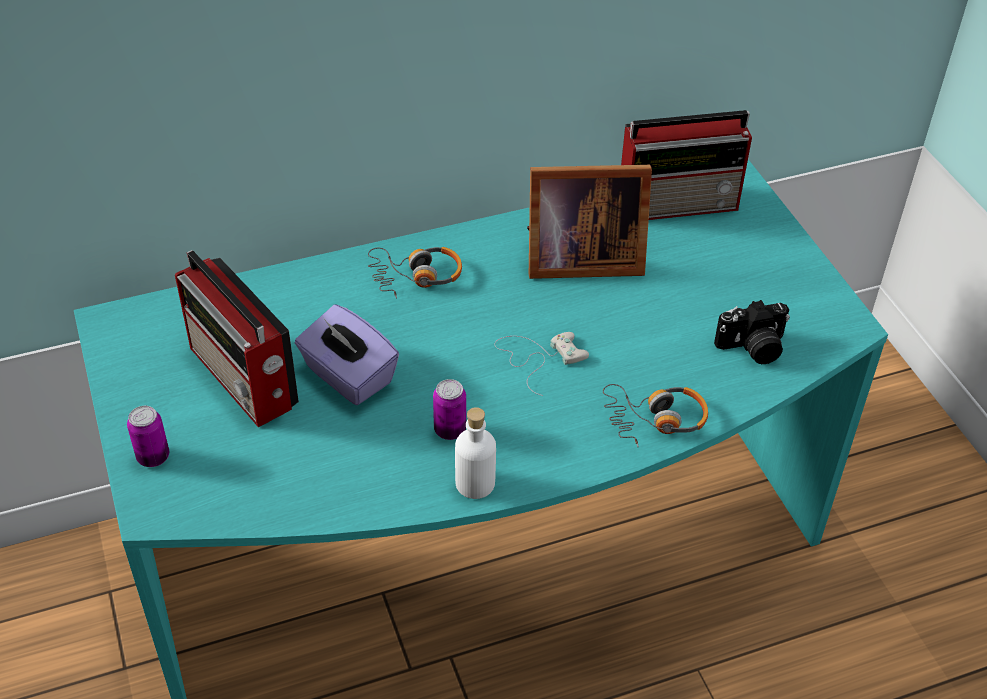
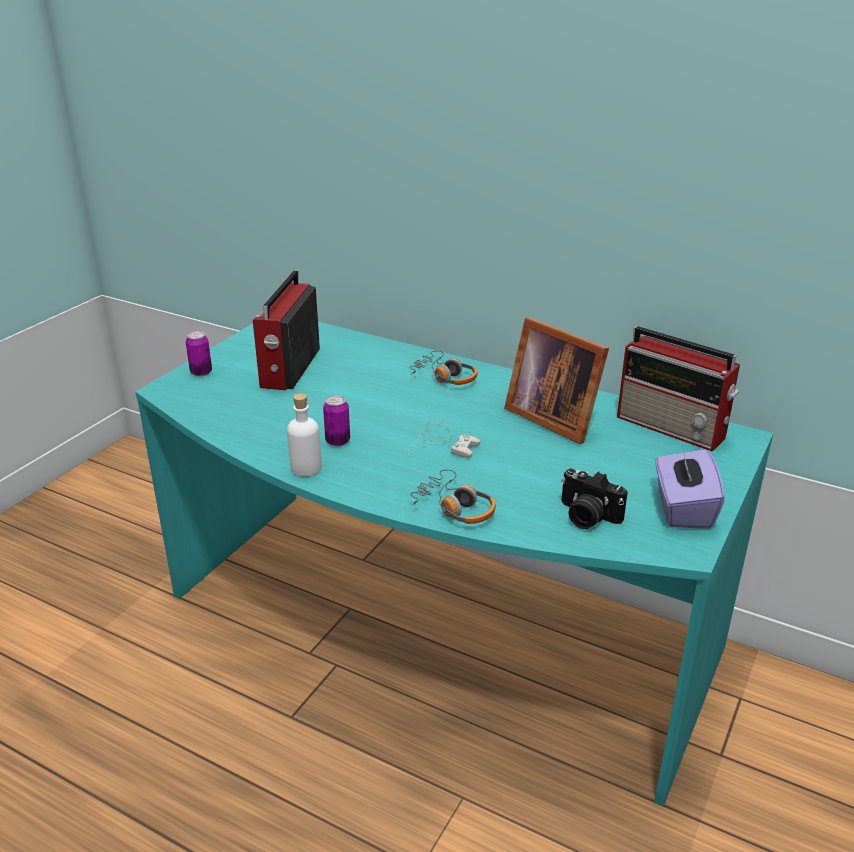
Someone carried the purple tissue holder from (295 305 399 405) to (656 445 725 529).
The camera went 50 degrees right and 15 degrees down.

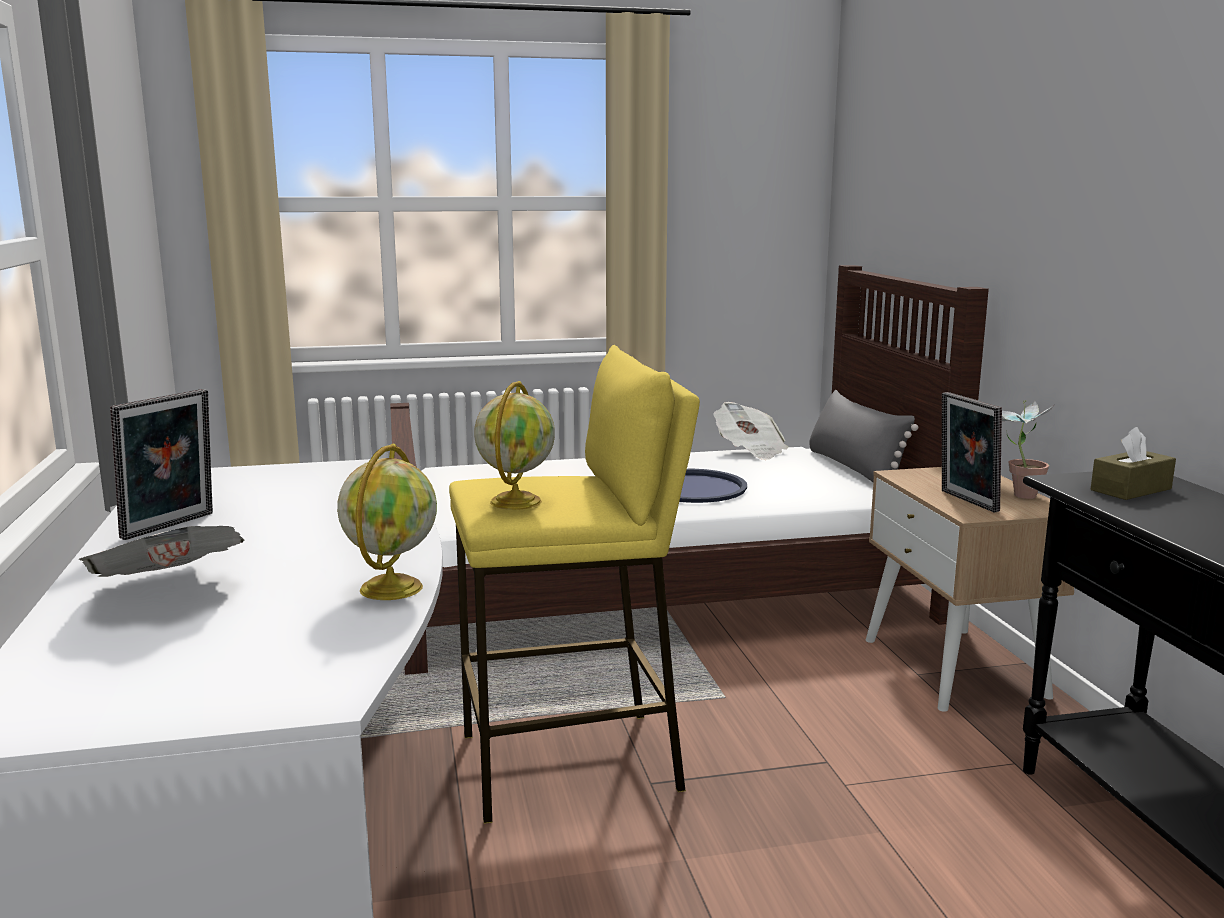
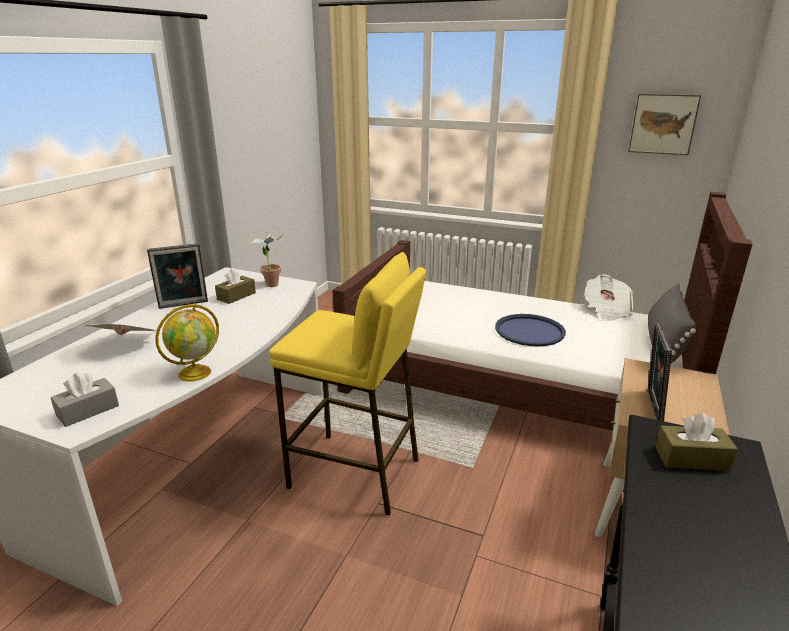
Someone took away the world globe at (474 381 555 510).
Someone carried the plant in a pot from (1002 400 1054 499) to (251 234 283 287).
Someone put down the greyish tissue holder at (50 372 119 427).
Someone put down the brownish tissue holder at (215 268 256 304).
Someone put up the wall art at (628 94 701 155).
The camera went 35 degrees right and 10 degrees up.

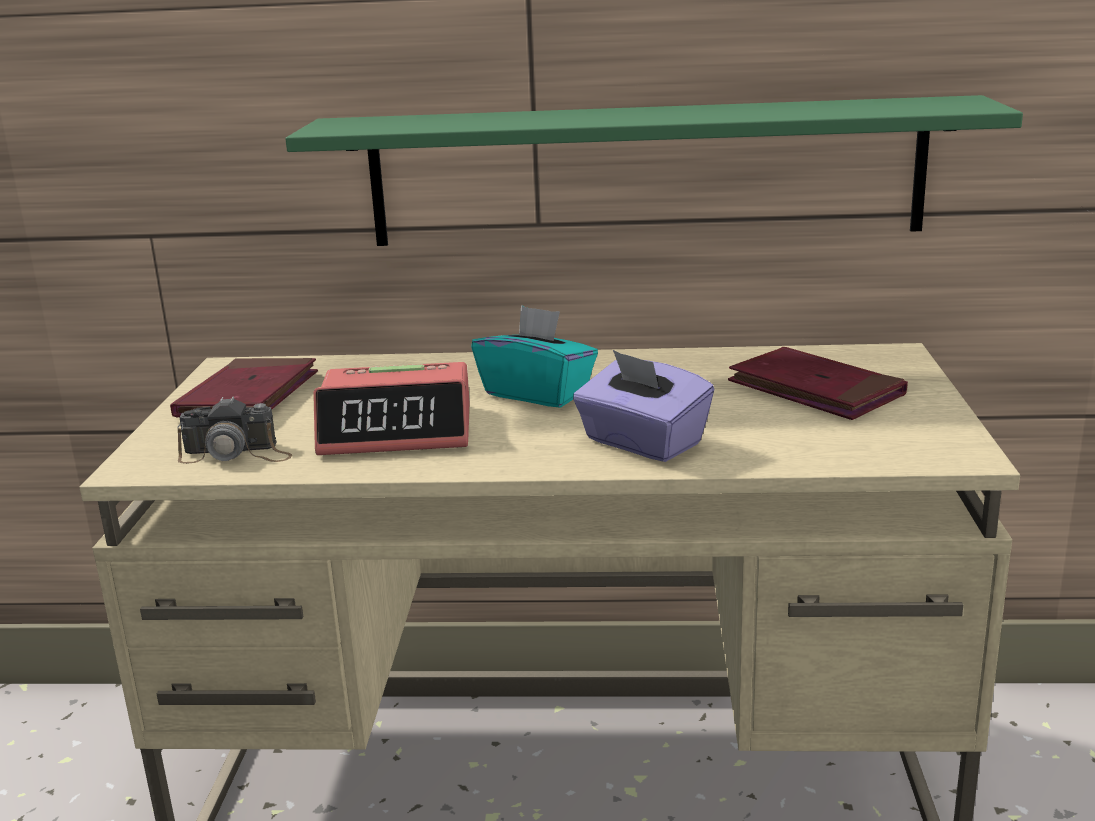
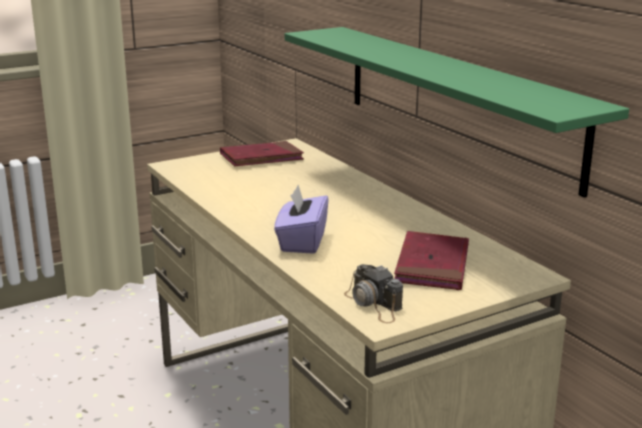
Someone carried the photo camera from (177 396 292 464) to (344 264 403 323).
Someone took away the table clock at (313 362 470 455).
Someone took away the blue-green tissue holder at (471 305 598 408).
The camera went 55 degrees right and 0 degrees up.

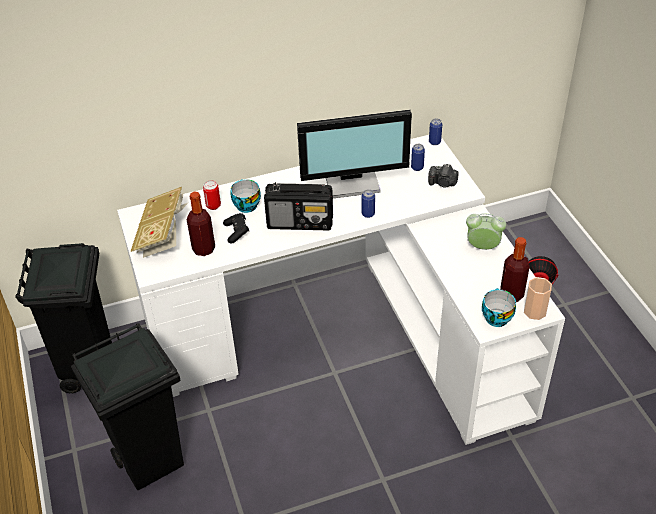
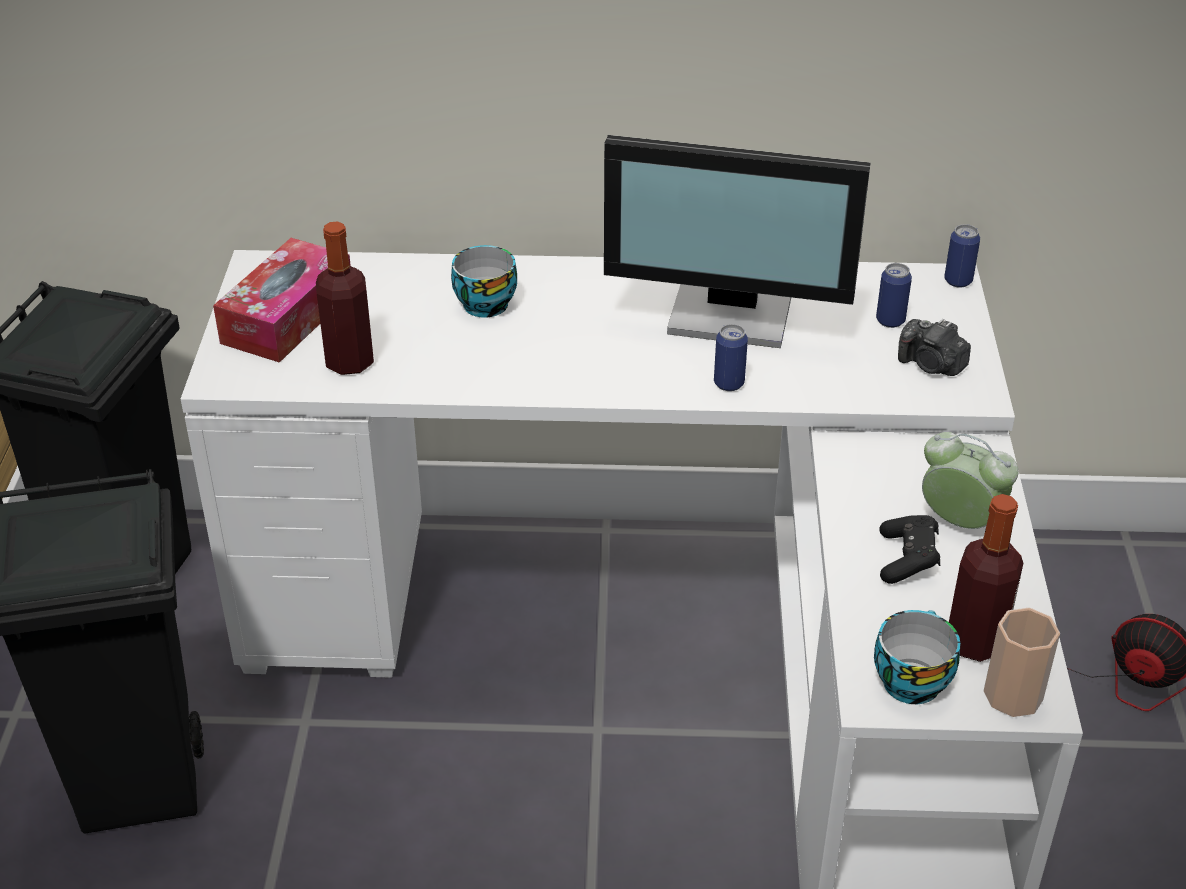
Someone swapped the volume at (130 187 189 258) for the tissue holder at (213 238 351 363).
Someone took away the sealed can at (203 181 221 210).
Someone carried the black joypad from (223 213 249 244) to (879 515 940 584).
Someone took away the radio set at (264 182 333 230).
The camera went 20 degrees right and 5 degrees down.

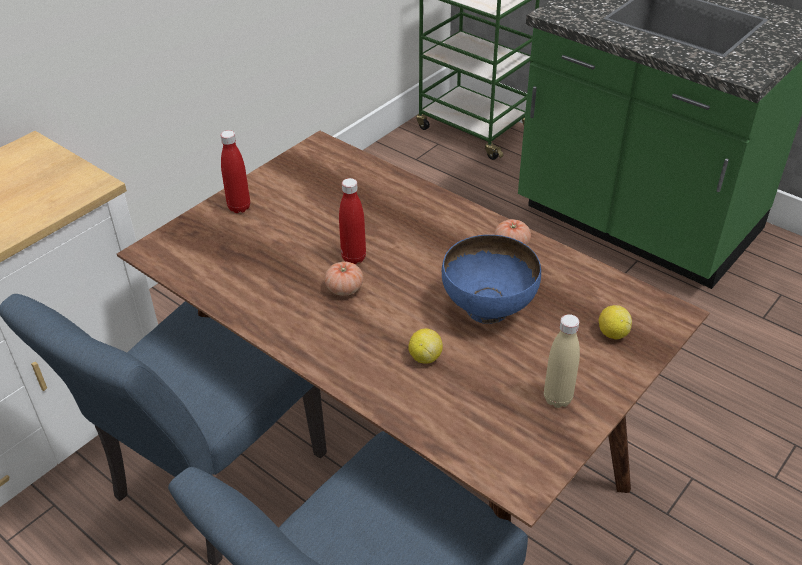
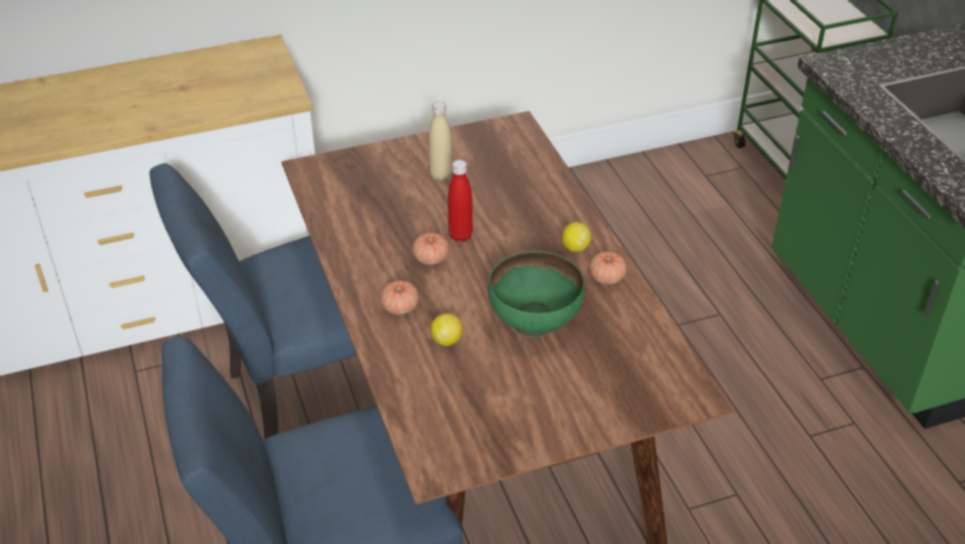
Someone took away the red-coloured drink bottle at (220 130 250 213).
Someone repainted the blue-coloured serving bowl at (442 235 541 324), which became the green serving bowl at (488 251 585 338).
Someone carried the beige-coloured drink bottle from (544 314 580 408) to (429 101 452 181).
Someone carried the citrus fruit from (599 305 632 339) to (562 222 591 252).
Someone put down the whole tomato at (381 281 419 315).
The camera went 30 degrees right and 0 degrees up.

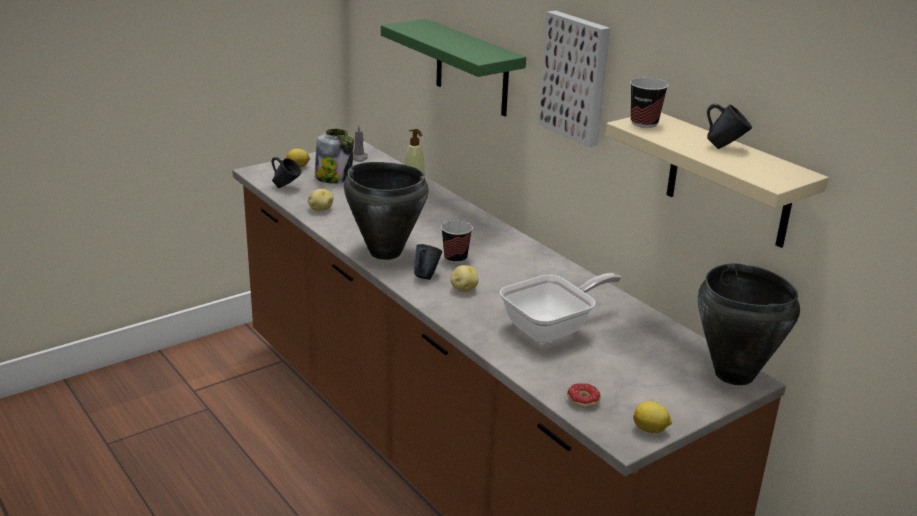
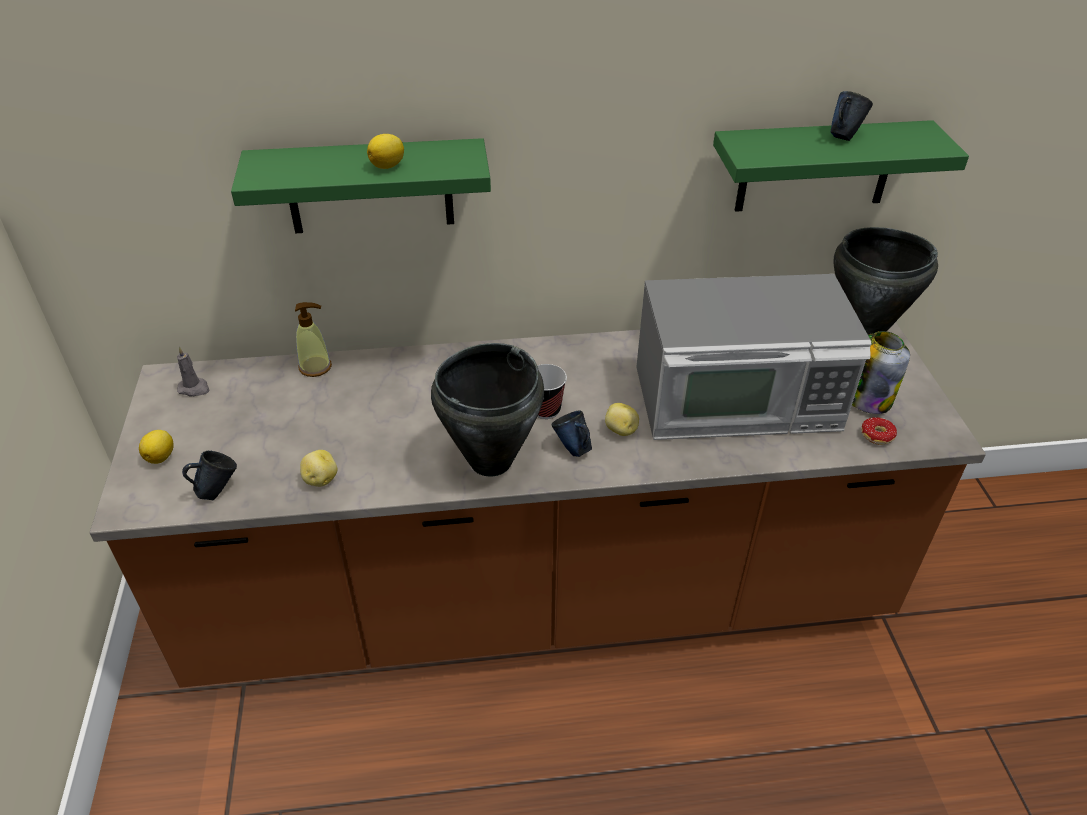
Someone carried the jar from (315 129 354 184) to (852 331 910 414).
Someone swapped the pan at (500 273 622 343) for the microwave oven at (637 274 872 440).
Someone took away the wall art at (538 10 610 147).
Someone repainted the beige-coloured shelf at (605 113 829 248), which became the green shelf at (713 120 969 212).
Someone took away the cup at (630 78 669 128).
Someone carried the citrus fruit from (633 401 672 433) to (367 134 404 169).
The camera went 60 degrees left and 15 degrees up.

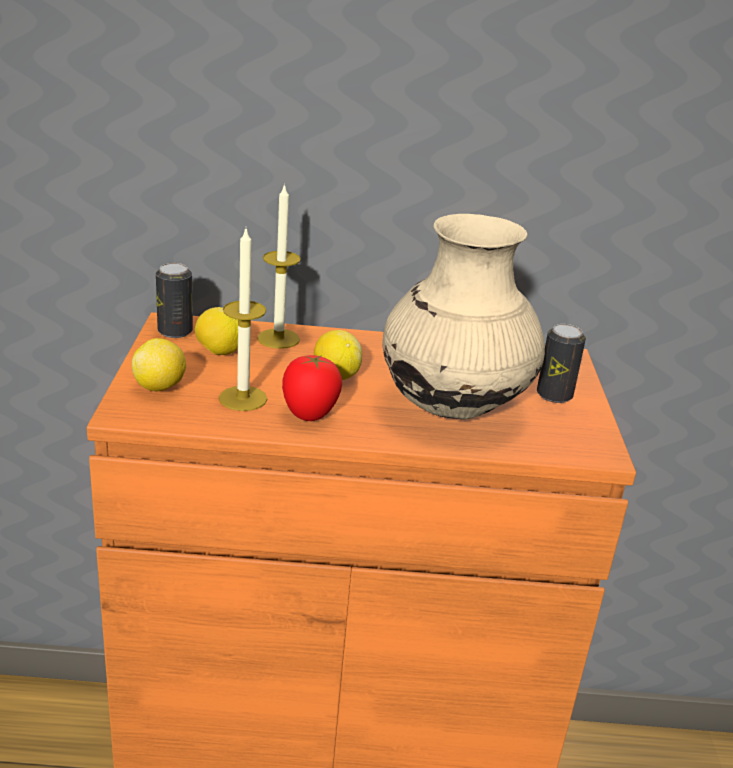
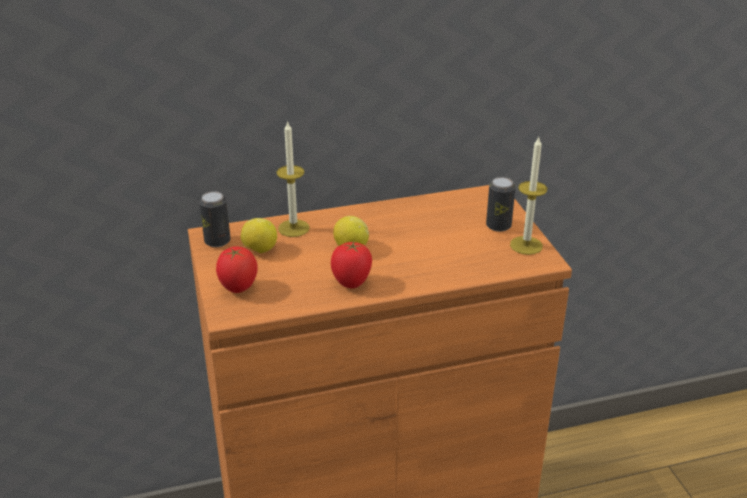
Someone swapped the citrus fruit at (131 338 186 391) for the whole tomato at (216 246 258 293).
Someone carried the wax light from (219 229 267 411) to (510 137 547 255).
Someone took away the beige-coloured decorative vase at (382 214 545 419).
The camera went 15 degrees left and 5 degrees up.

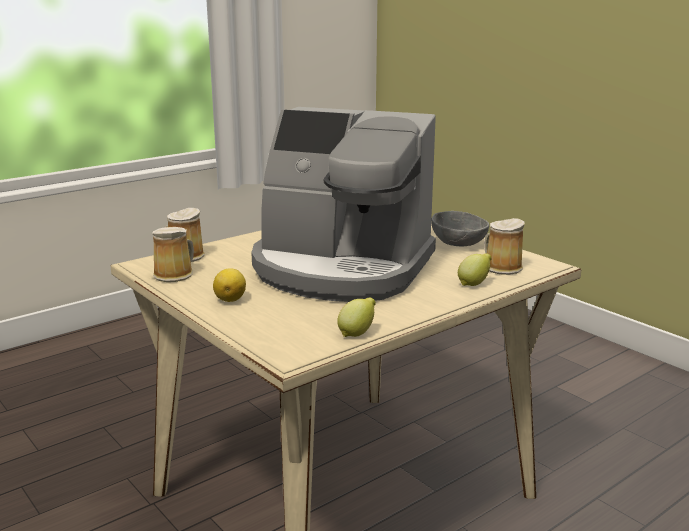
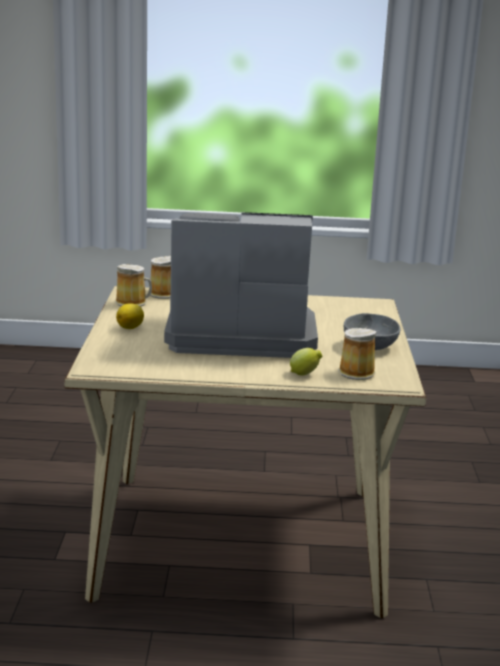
Someone rotated the coffee brewer at (251 107 436 302) by 120 degrees clockwise.
Someone took away the citrus fruit at (337 298 376 337).
The camera went 40 degrees right and 0 degrees up.

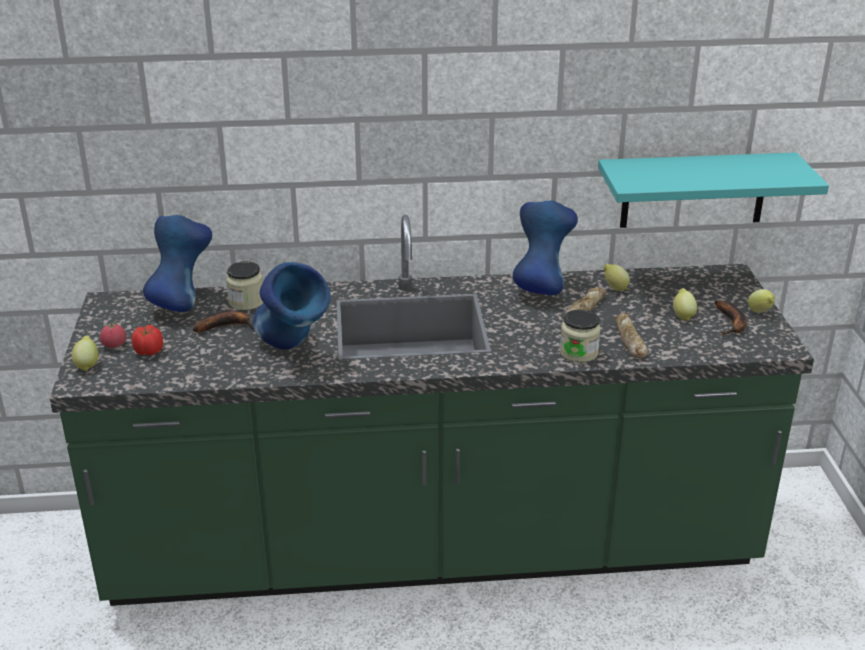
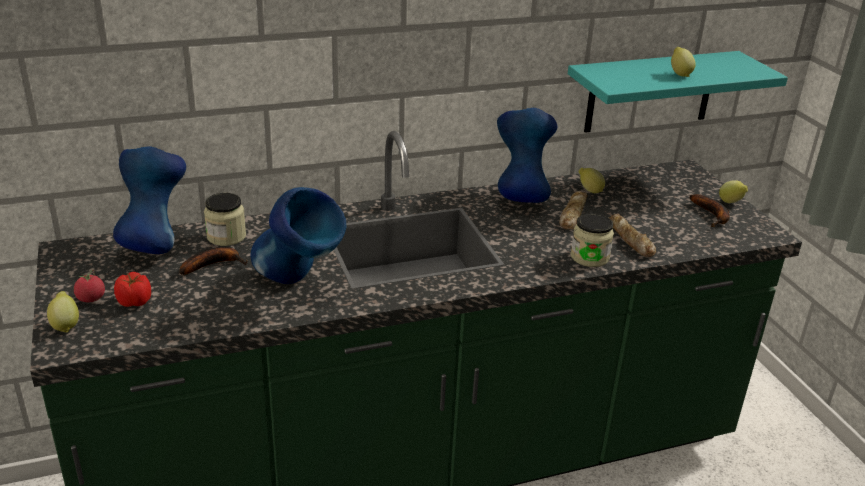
Someone carried the citrus fruit from (673 288 697 321) to (671 47 696 77).
The camera went 15 degrees left and 0 degrees up.

